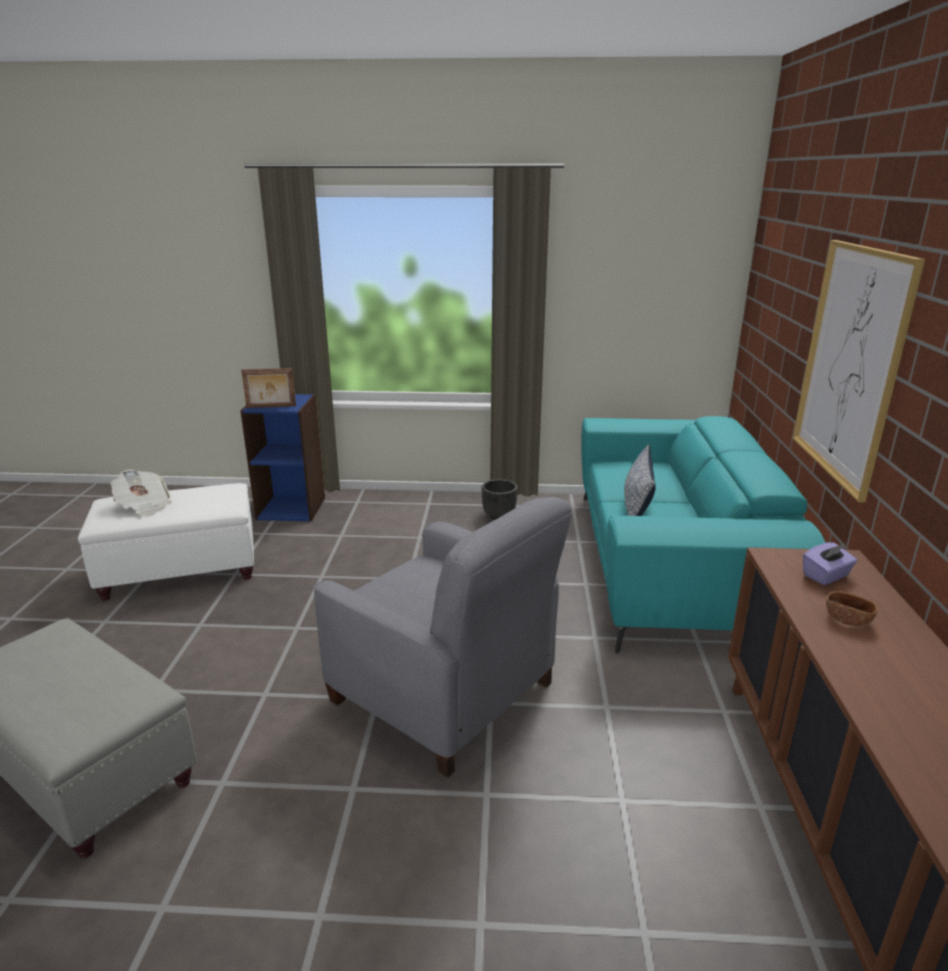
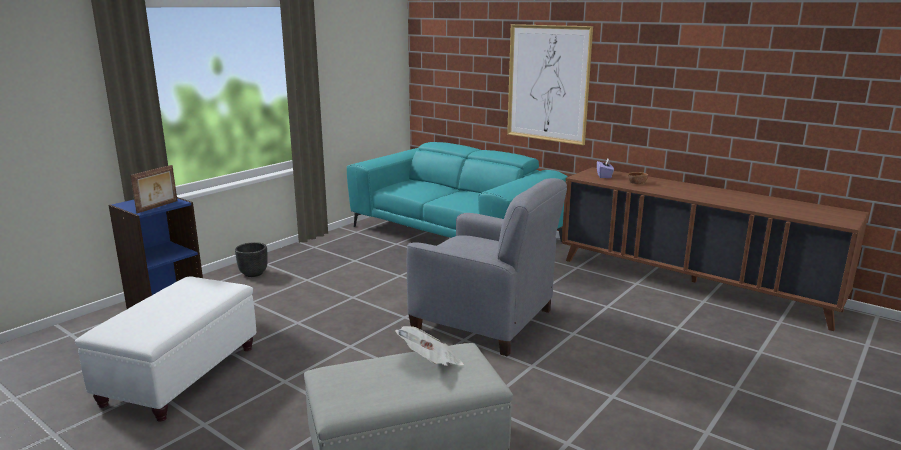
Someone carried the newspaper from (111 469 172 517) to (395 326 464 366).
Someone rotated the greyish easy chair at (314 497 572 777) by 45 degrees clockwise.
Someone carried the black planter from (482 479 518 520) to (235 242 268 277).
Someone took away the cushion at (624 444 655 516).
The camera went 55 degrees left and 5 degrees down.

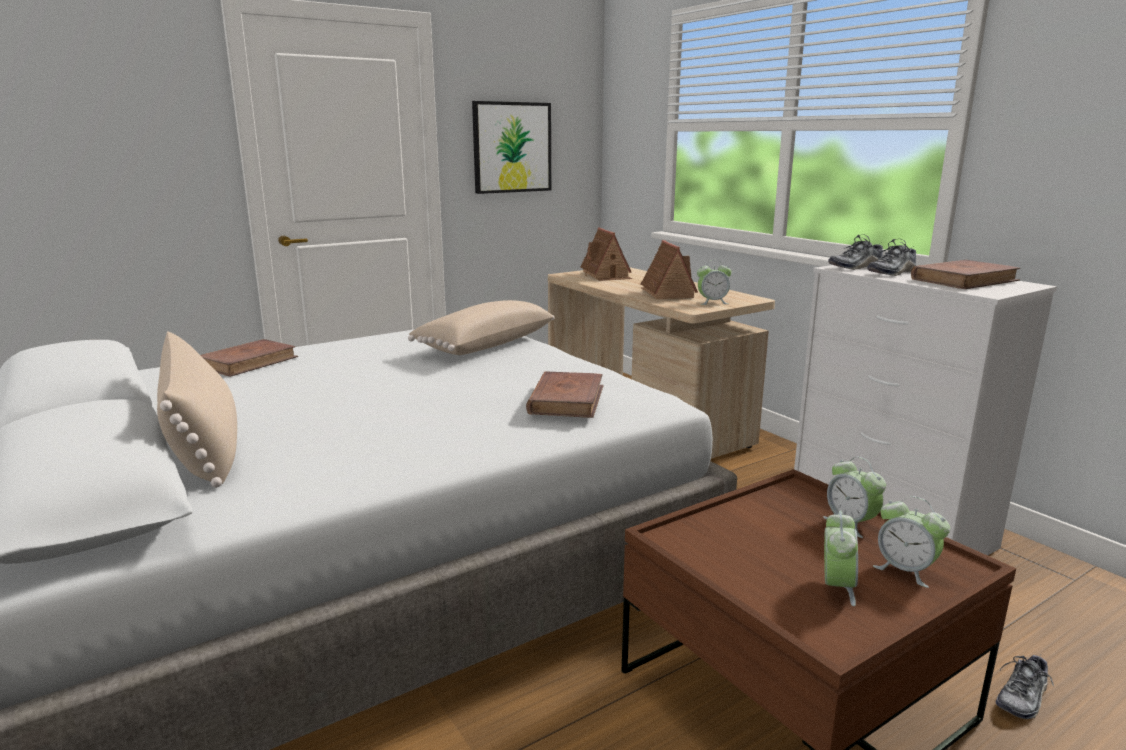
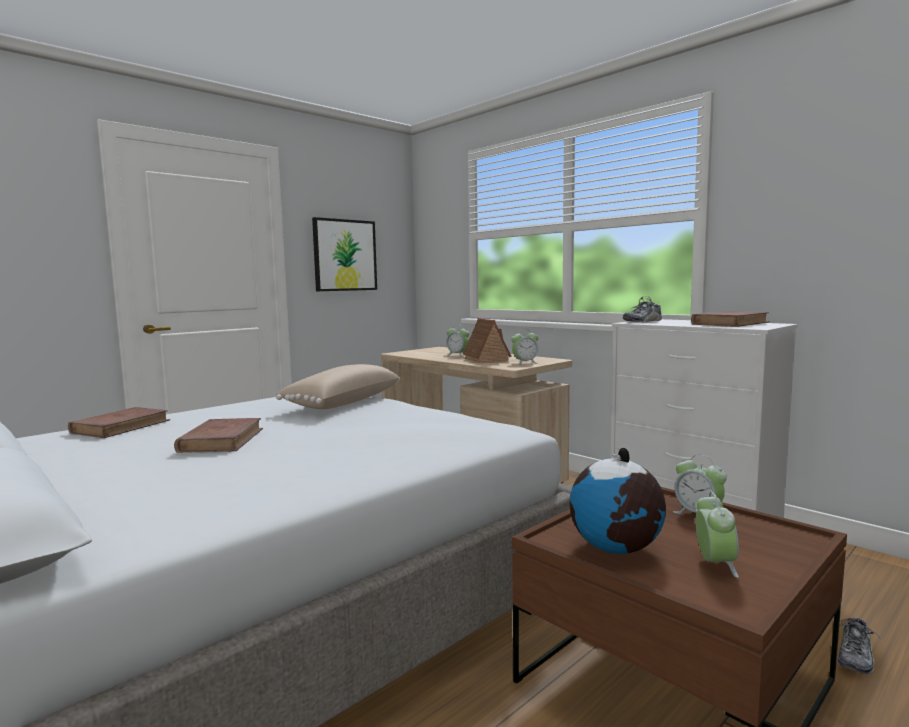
Someone took away the beige-coloured cushion at (157 331 237 488).
Someone carried the brownish volume from (526 371 603 418) to (174 418 263 453).
Someone took away the toy house at (580 227 632 281).
Someone took away the item of footwear at (867 239 916 276).
Someone carried the table clock from (873 496 950 588) to (446 325 469 357).
Someone put down the world globe at (569 448 666 554).
The camera went 10 degrees left and 10 degrees down.

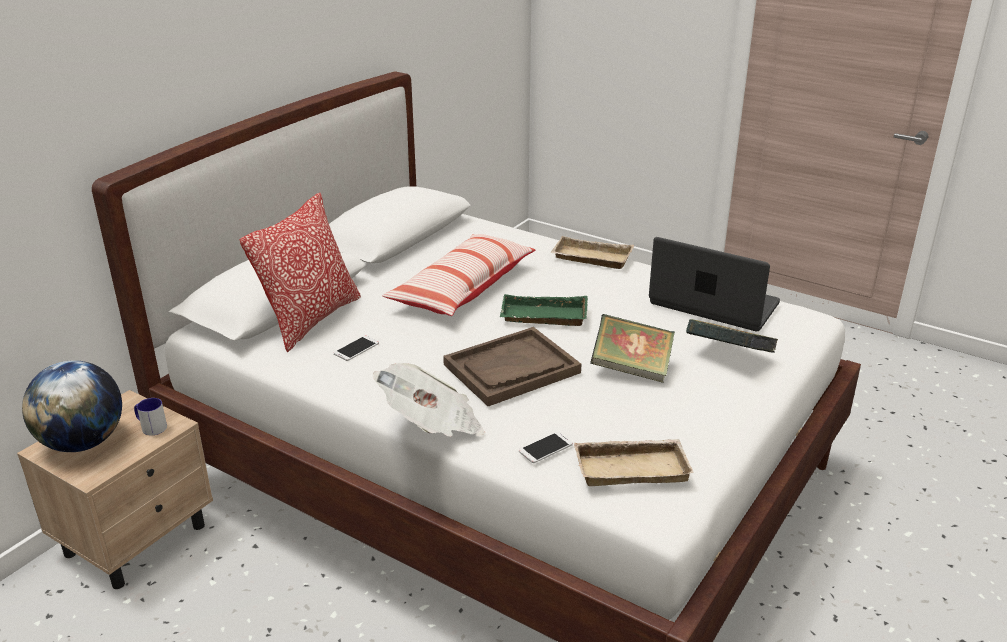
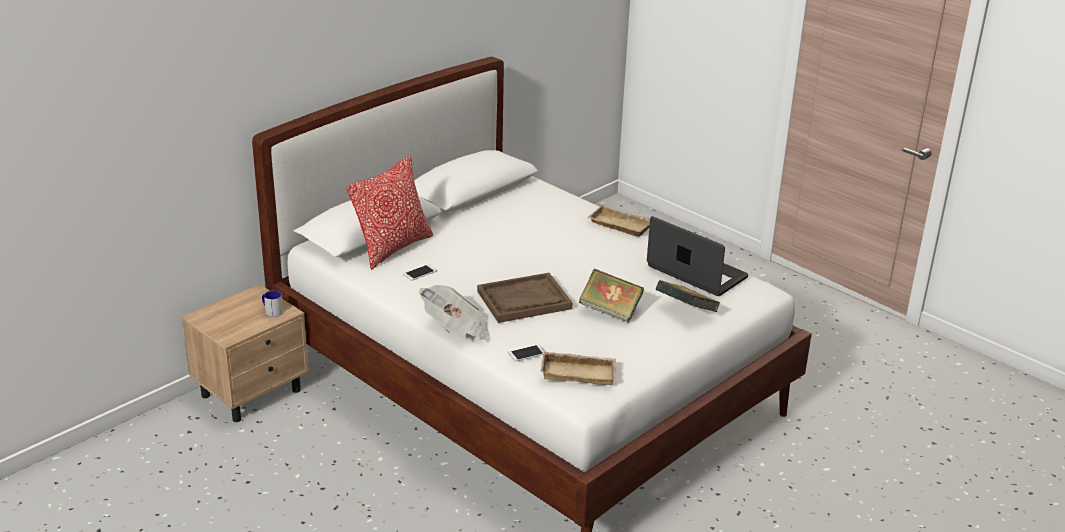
Someone took away the world globe at (22 360 122 452).
Someone took away the cushion at (382 234 535 316).
Someone took away the green carrying tray at (500 294 588 326).
The camera went 10 degrees right and 0 degrees up.

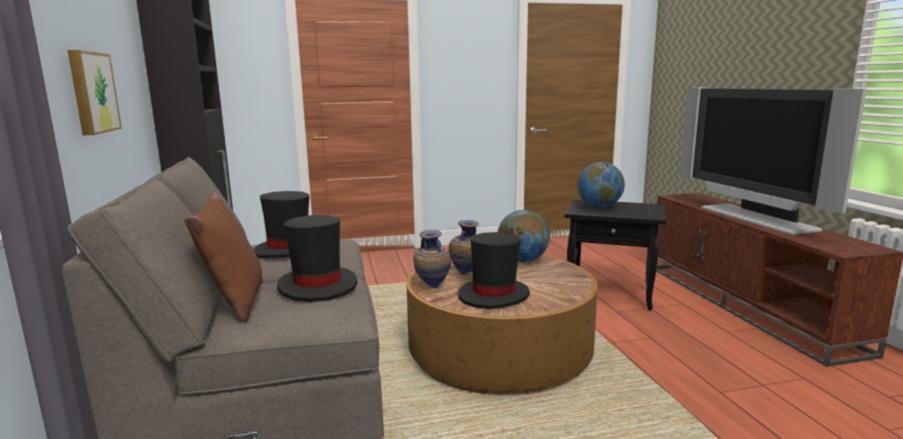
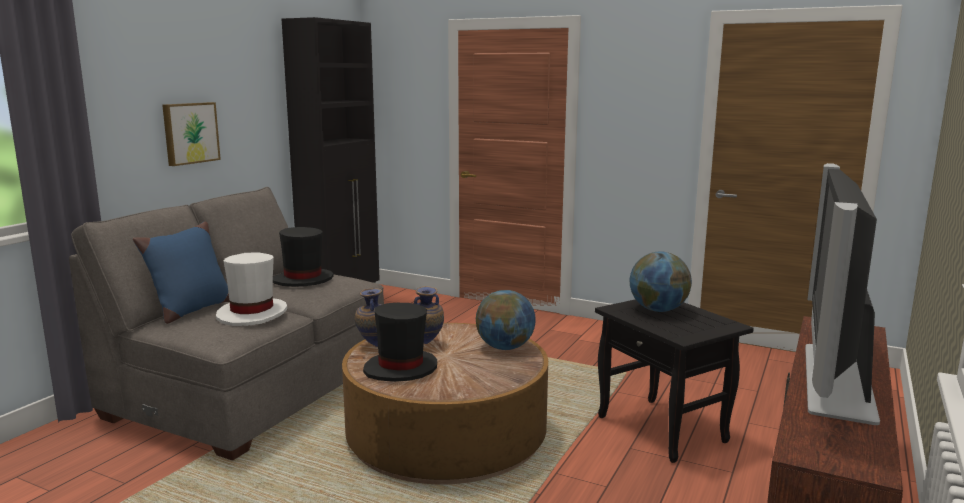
Someone repainted the brownish cushion at (184 192 263 321), which became the blue-coloured cushion at (133 221 230 324).
Someone repainted the black wearable hat at (277 215 358 302), which became the white wearable hat at (216 253 287 326).
The camera went 40 degrees right and 0 degrees up.

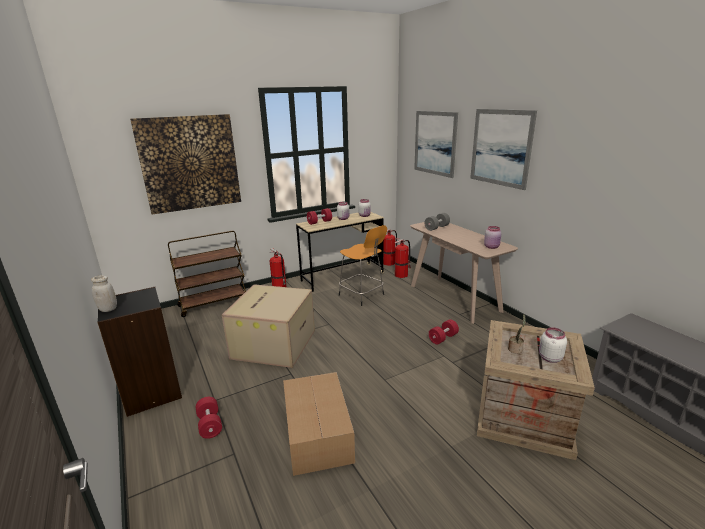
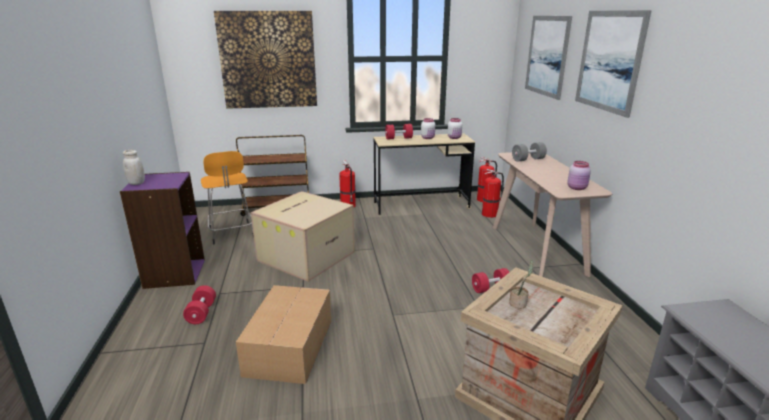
Someone repainted the black shelving unit at (98 287 182 417), which became the purple shelving unit at (120 172 205 289).
Someone carried the orange sitting stool from (339 225 387 306) to (201 151 254 245).
Someone took away the white jar at (539 327 567 363).
The camera went 20 degrees right and 0 degrees up.

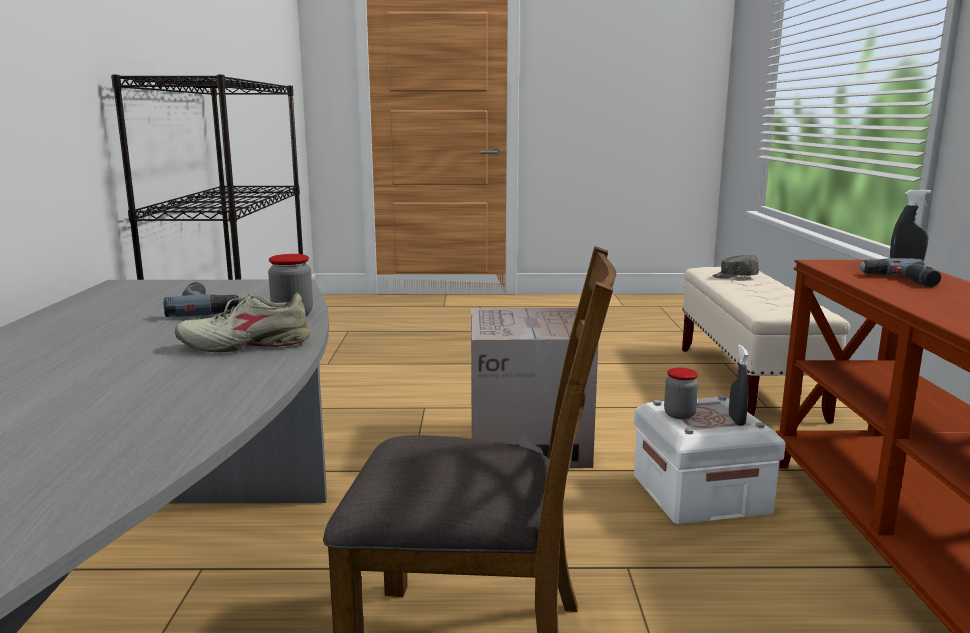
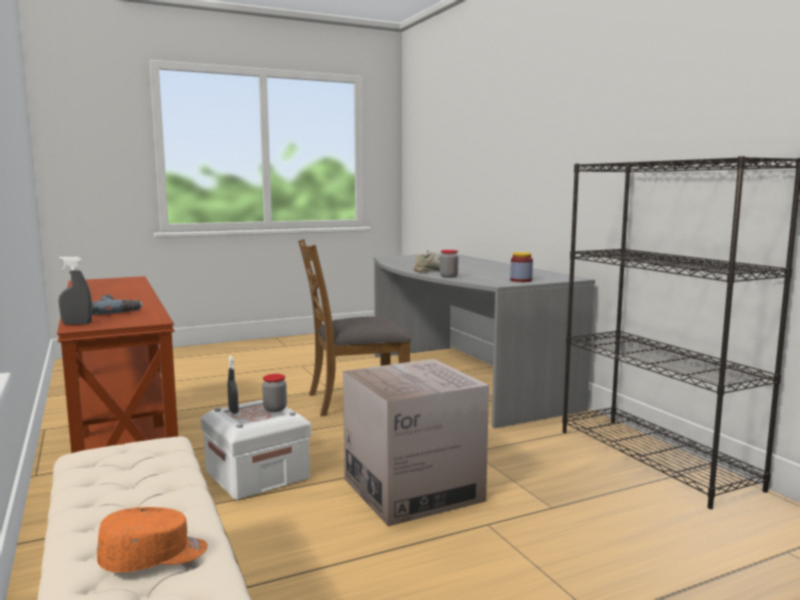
Someone took away the drill at (163 282 240 317).
Someone repainted the greyish baseball cap at (712 255 759 279), which became the orange baseball cap at (97 507 208 573).
Someone put down the jar at (510 252 533 282).
The camera went 155 degrees right and 5 degrees down.

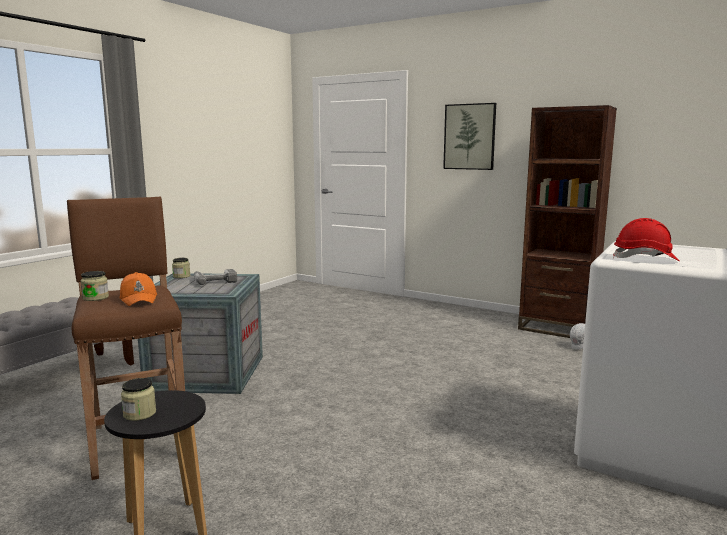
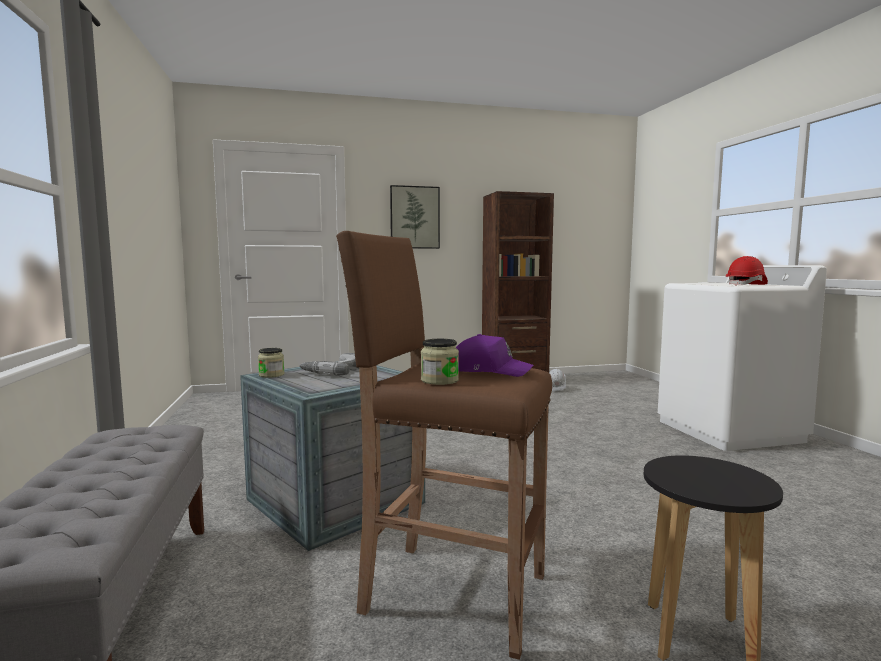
Someone repainted the orange baseball cap at (119 272 157 306), which became the purple baseball cap at (456 334 533 377).
Someone took away the jar at (121 378 156 421).
The camera went 45 degrees left and 5 degrees down.

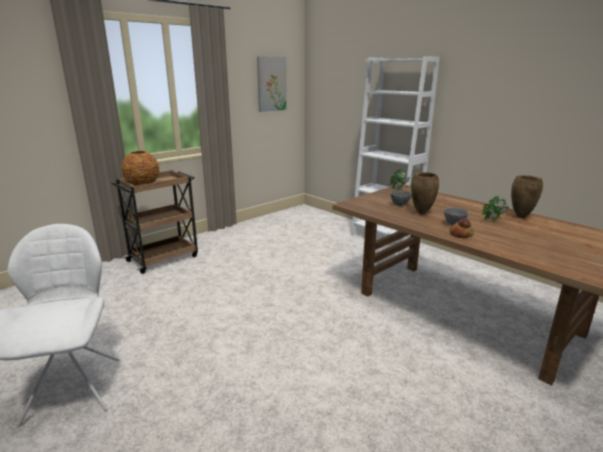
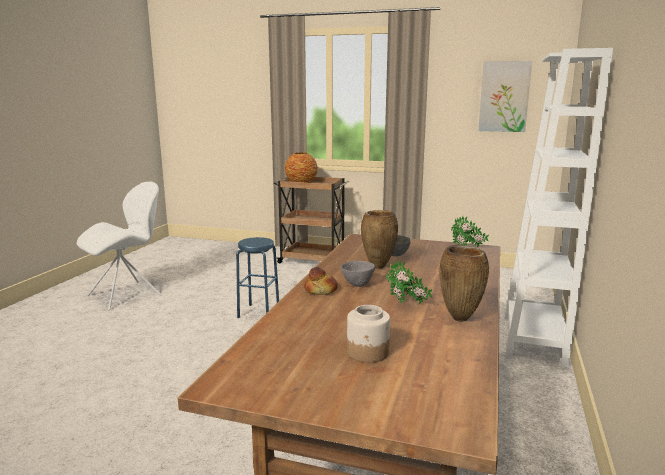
Someone put down the blue-coloured sitting stool at (236 237 279 318).
Someone put down the jar at (347 305 390 363).
The camera went 60 degrees right and 5 degrees down.

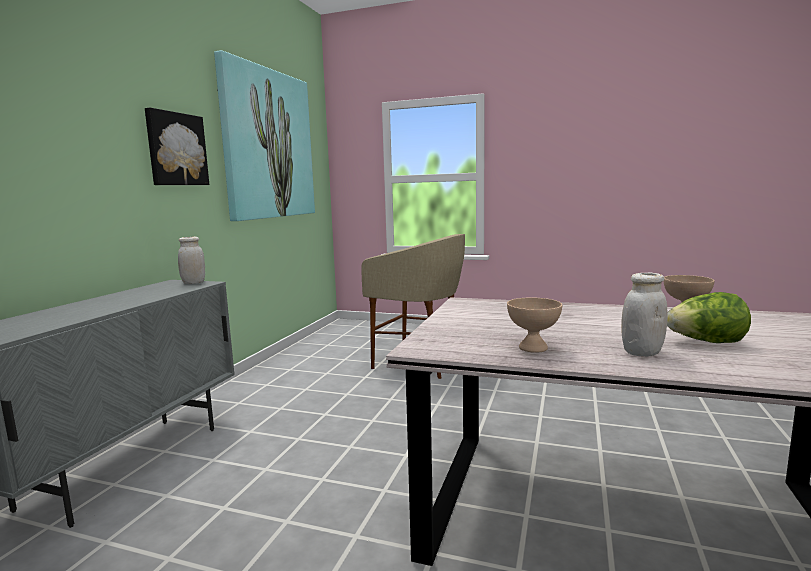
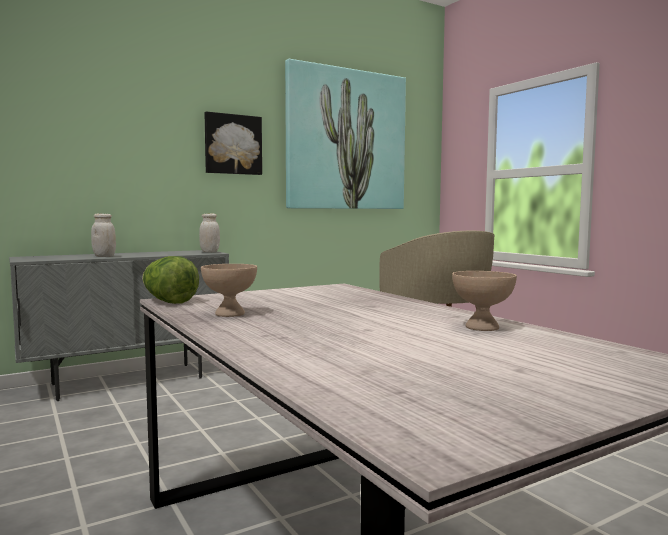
Someone carried the white jar from (621 273 668 357) to (91 213 116 257).
Someone carried the lettuce head from (667 292 751 343) to (142 256 199 304).
The camera went 40 degrees right and 5 degrees down.

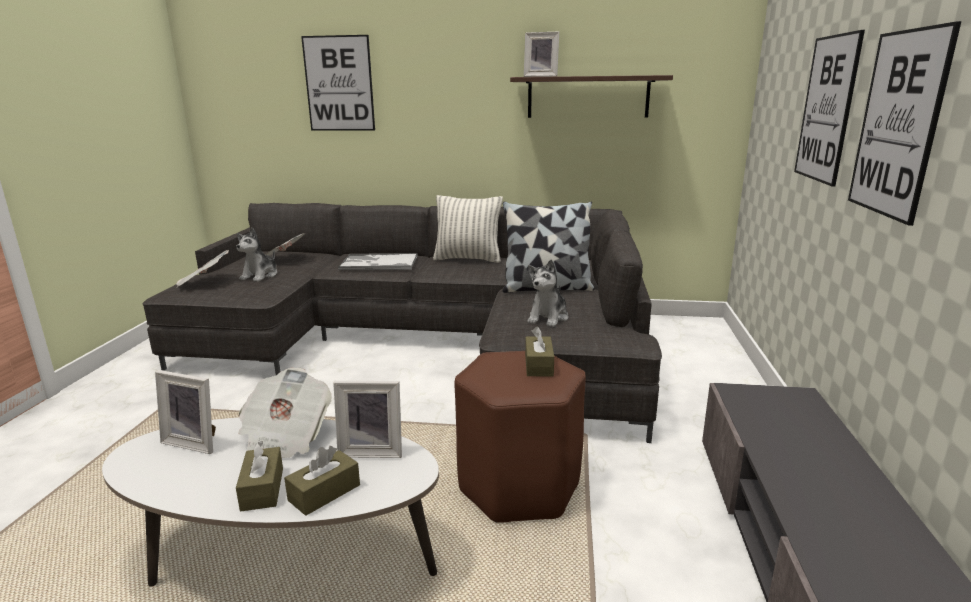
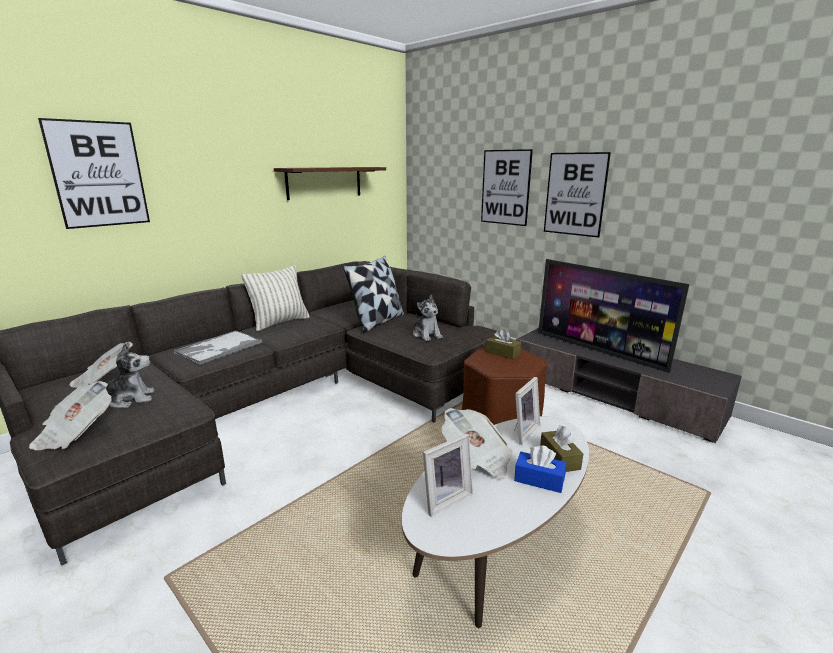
Someone rotated the cuddly toy at (236 228 277 282) by 75 degrees counterclockwise.
Someone repainted the brownish tissue holder at (236 440 283 511), which became the blue-coloured tissue holder at (514 445 566 493).
Someone took away the photo frame at (524 32 559 77).
Someone put down the television at (538 259 689 373).
The camera went 55 degrees left and 0 degrees up.

